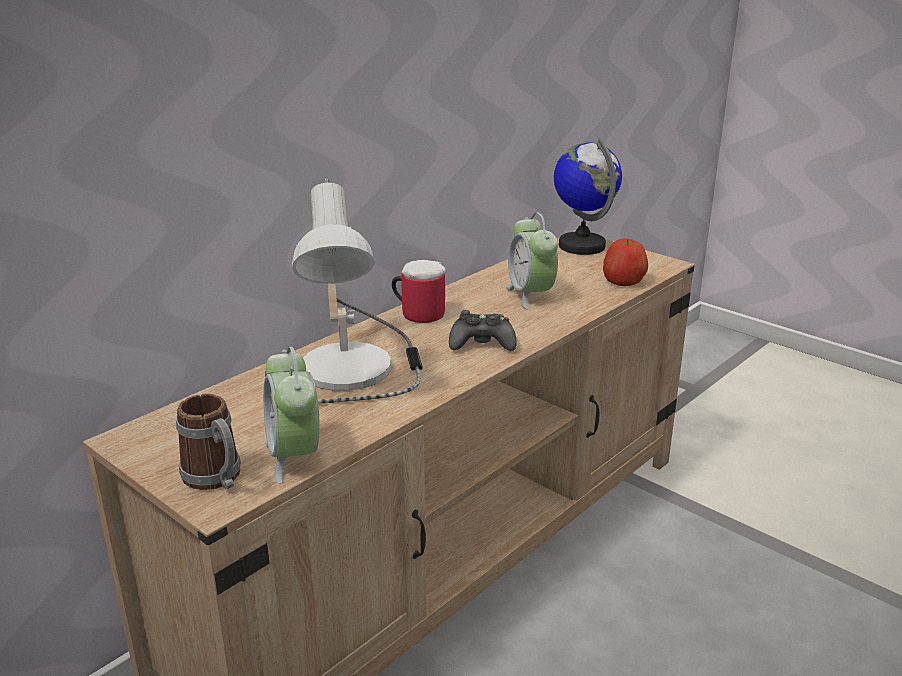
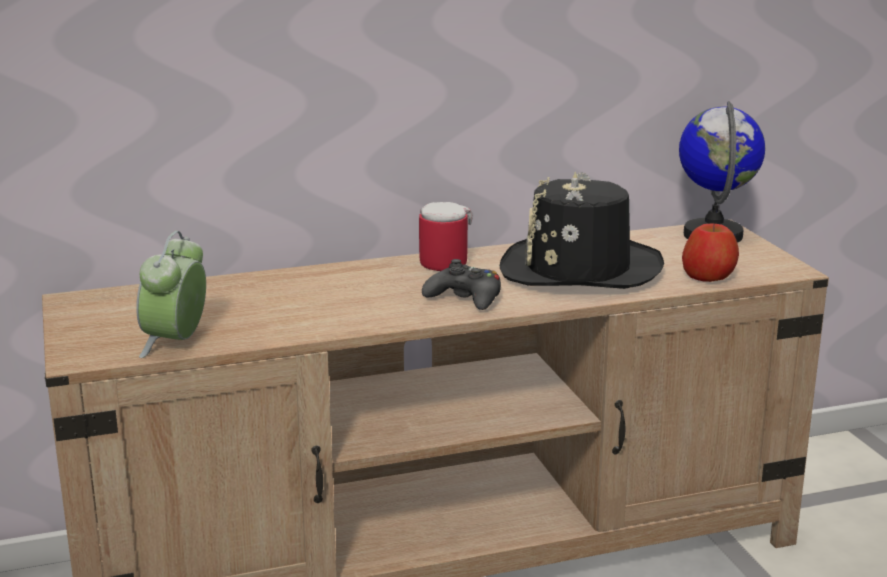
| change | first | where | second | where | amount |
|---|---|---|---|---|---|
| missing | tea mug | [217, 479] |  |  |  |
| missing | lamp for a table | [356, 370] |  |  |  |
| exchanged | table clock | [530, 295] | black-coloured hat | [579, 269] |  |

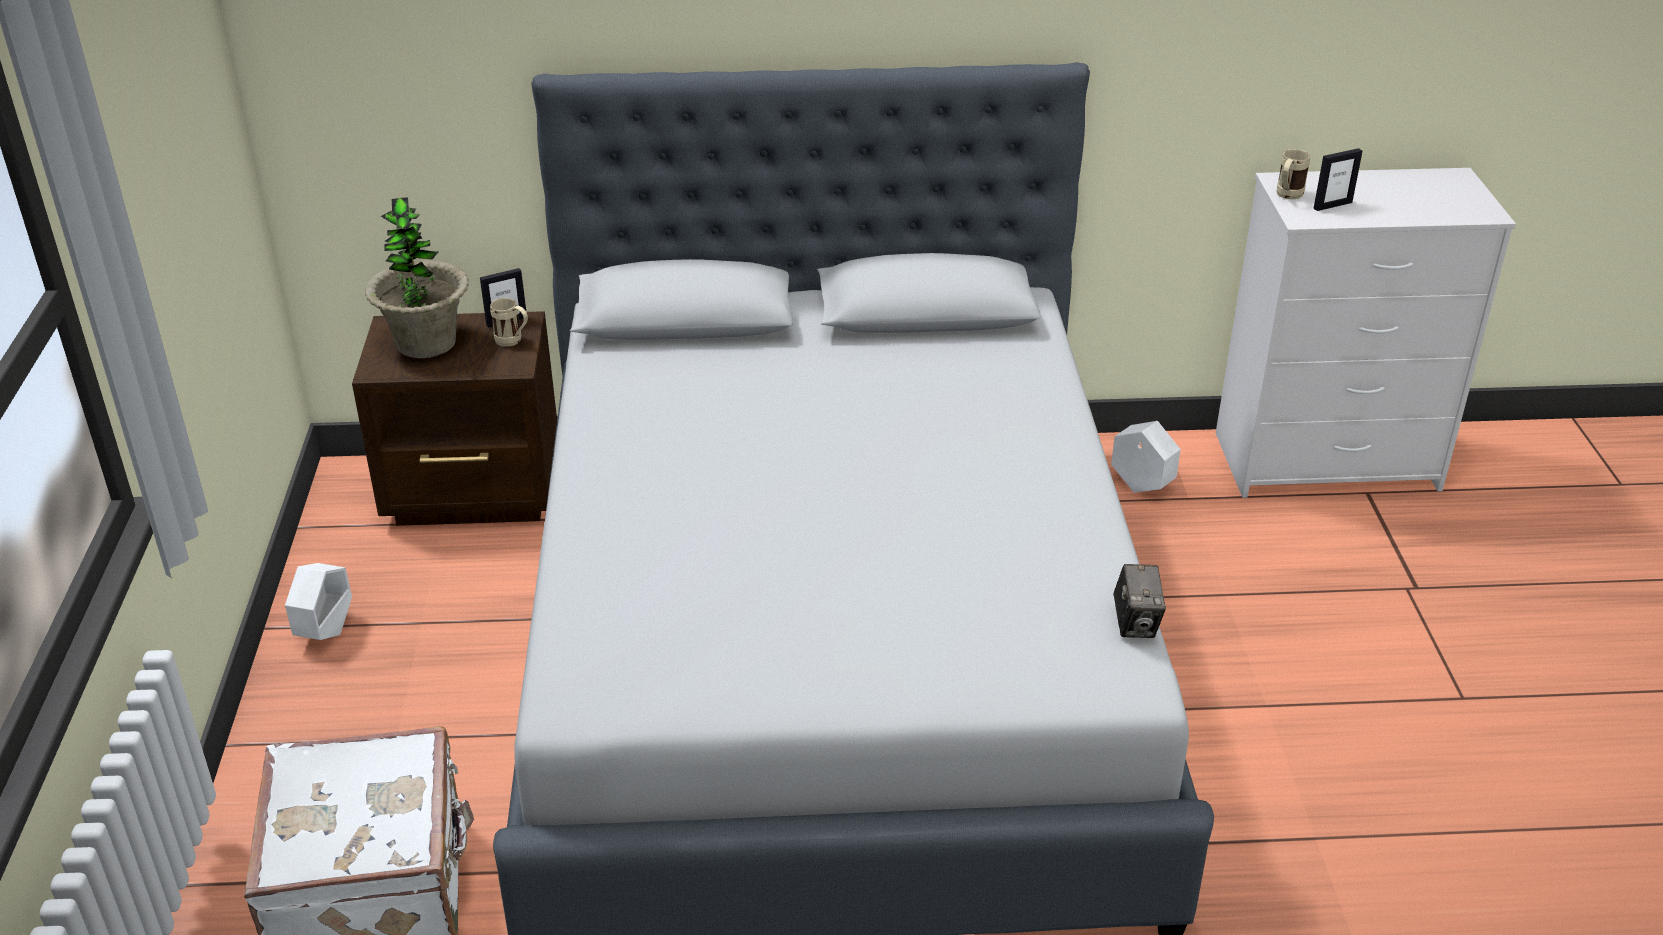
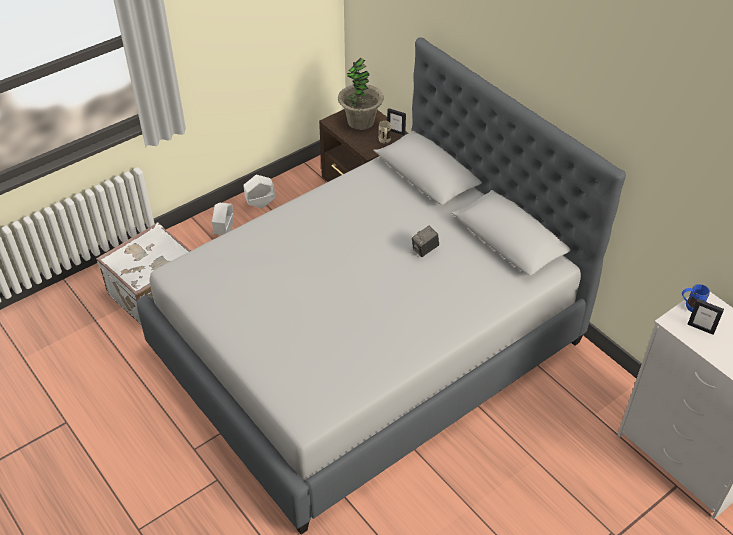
| change | first | where | second | where | amount |
|---|---|---|---|---|---|
| relocated | whitish planter | [1141, 486] |  | [225, 231] |  |
| relocated | still camera | [1136, 623] |  | [425, 250] |  |
| colour | sand-coloured tea mug | [1287, 196] | bluish tea mug | [690, 307] |  |

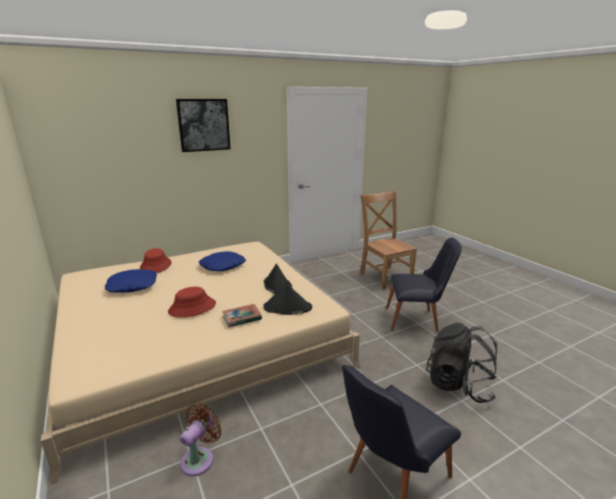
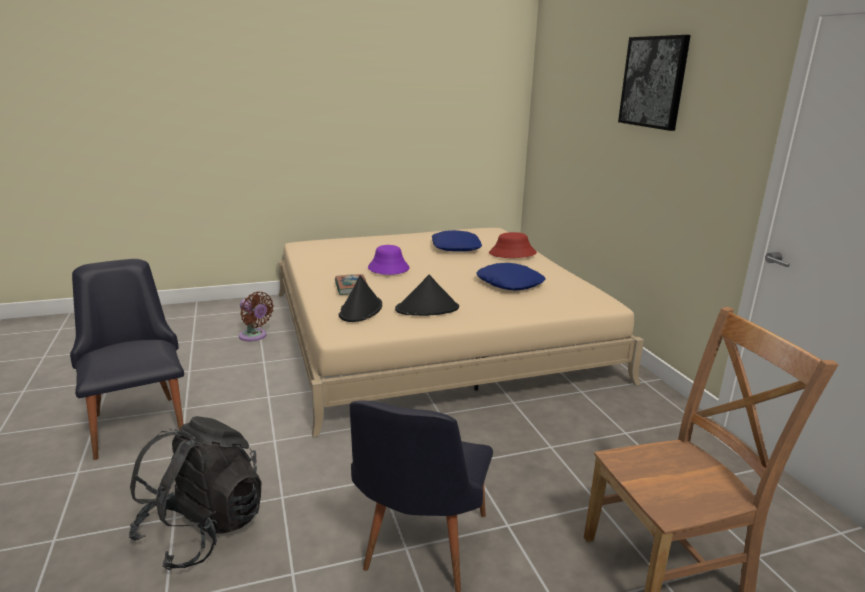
| change | first | where | second | where | amount |
|---|---|---|---|---|---|
| colour | reddish hat | [192, 308] | purplish hat | [388, 268] |  |

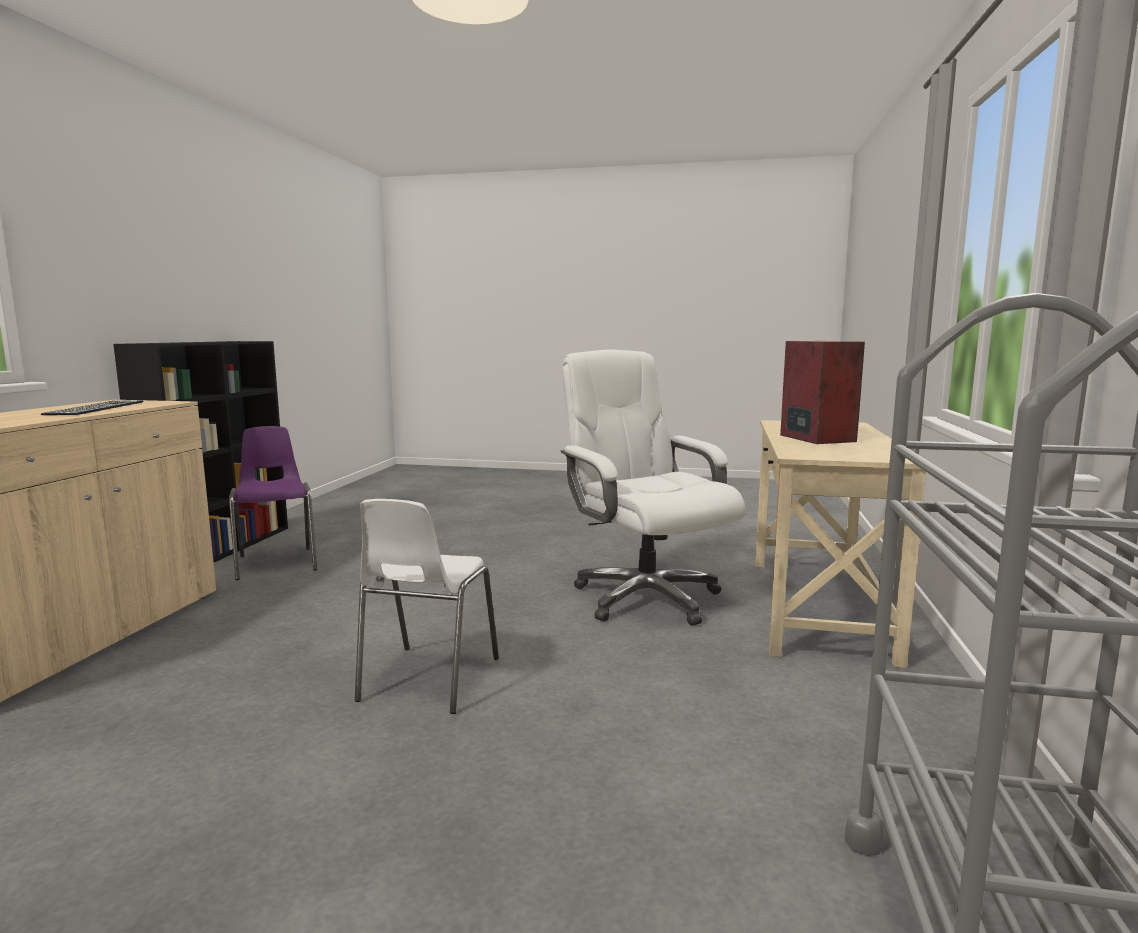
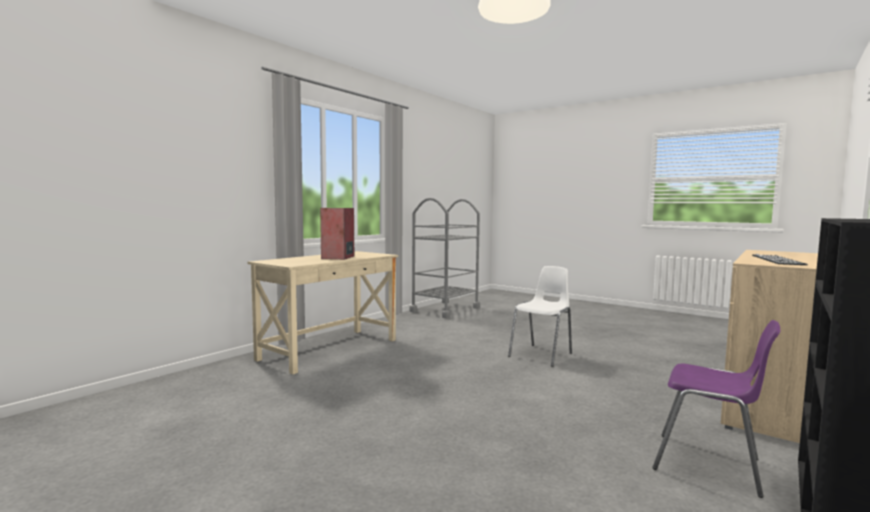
| change | first | where | second | where | amount |
|---|---|---|---|---|---|
| missing | whitish computer chair | [645, 597] |  |  |  |
| spun | purplish chair | [277, 562] |  | [709, 465] | 60 degrees counterclockwise |

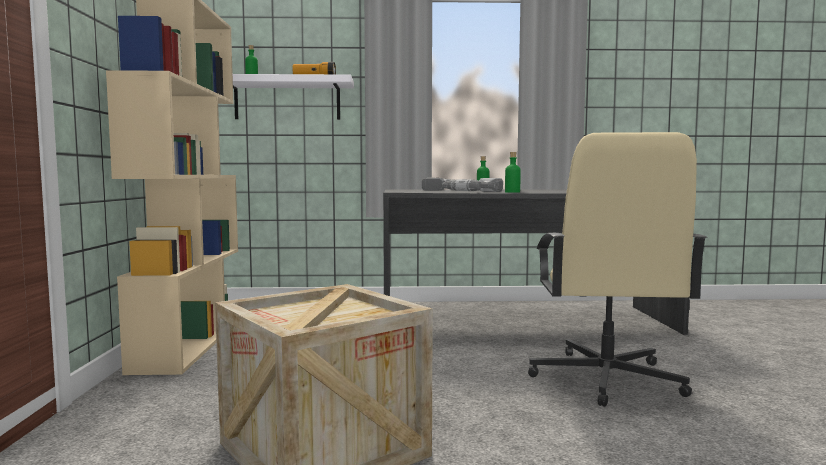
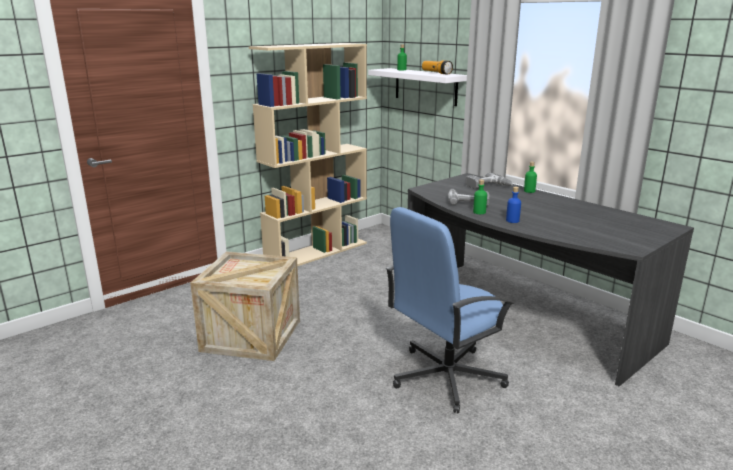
| change | first | where | second | where | amount |
|---|---|---|---|---|---|
| appeared |  |  | bluish bottle | [512, 220] |  |
| colour | sand-coloured computer chair | [606, 379] | bluish computer chair | [445, 377] |  |

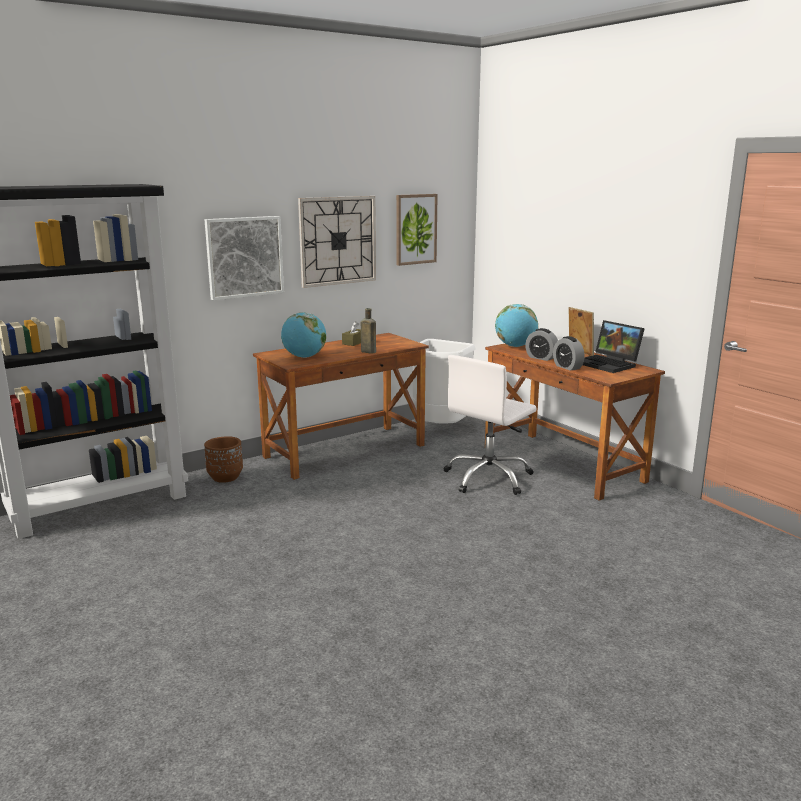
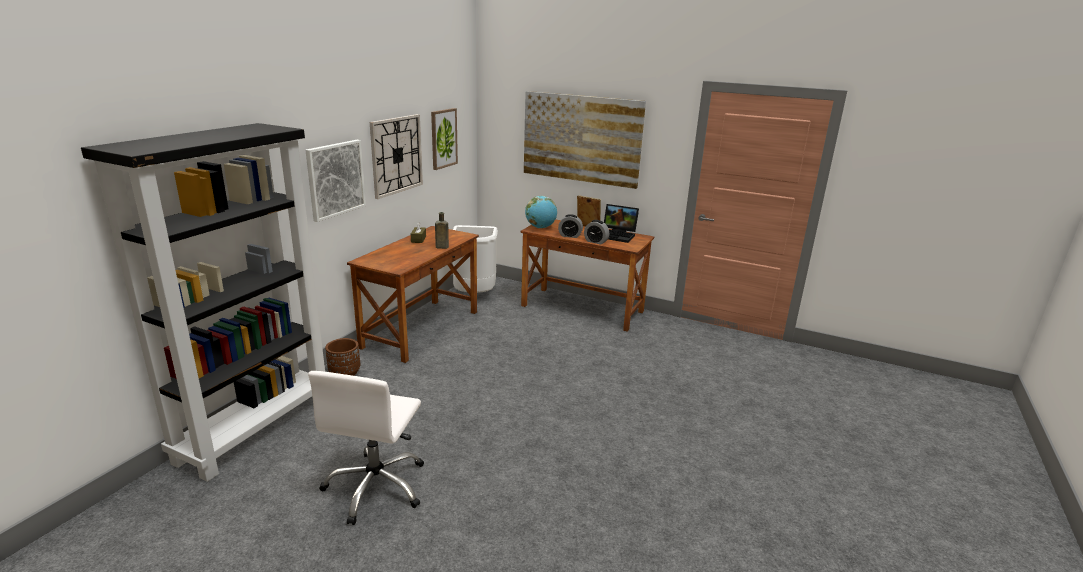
| change | first | where | second | where | amount |
|---|---|---|---|---|---|
| missing | world globe | [304, 357] |  |  |  |
| appeared |  |  | picture | [581, 138] |  |
| relocated | whitish computer chair | [488, 478] |  | [376, 487] |  |

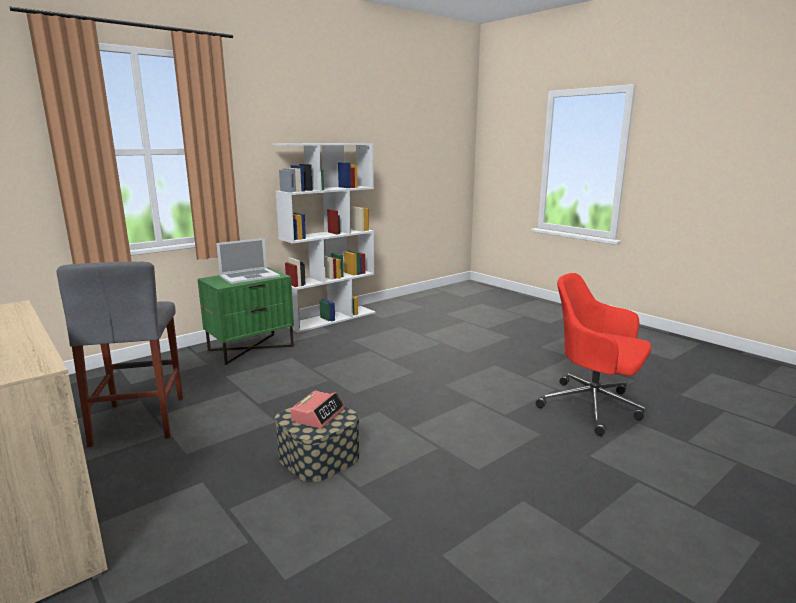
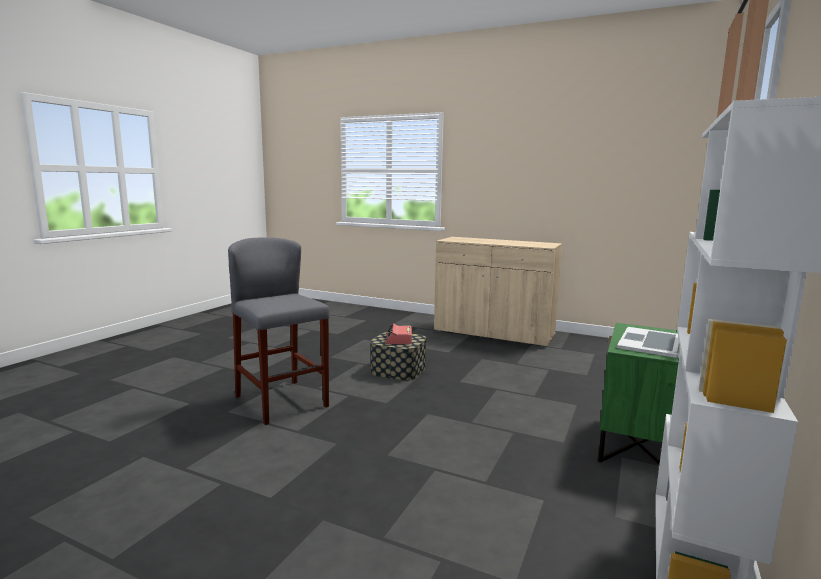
| change | first | where | second | where | amount |
|---|---|---|---|---|---|
| missing | reddish computer chair | [593, 407] |  |  |  |
| relocated | grey sitting stool | [139, 420] |  | [281, 401] |  |

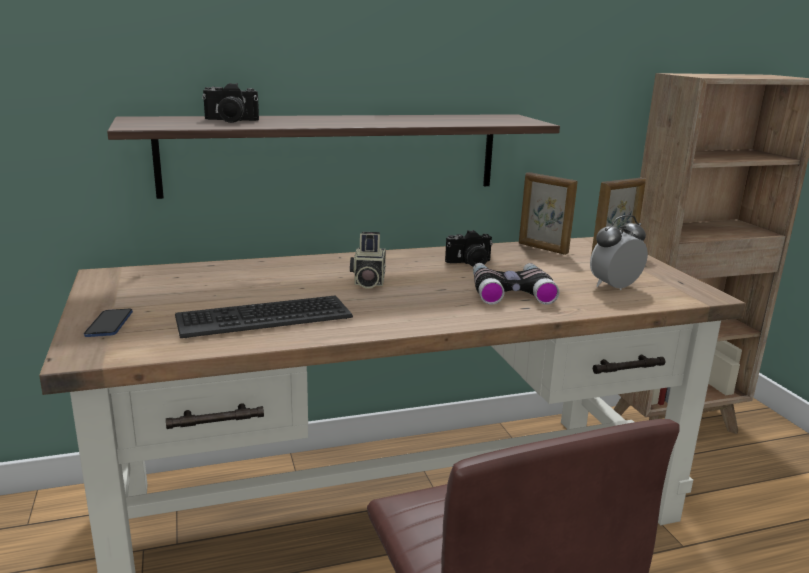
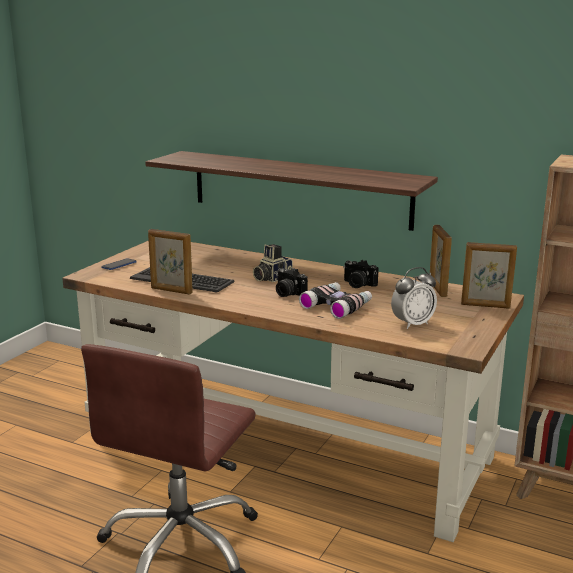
| change | first | where | second | where | amount |
|---|---|---|---|---|---|
| appeared |  |  | photo frame | [171, 290] |  |
| relocated | still camera | [230, 121] |  | [288, 293] |  |
| spun | table clock | [614, 287] |  | [412, 324] | 135 degrees clockwise |

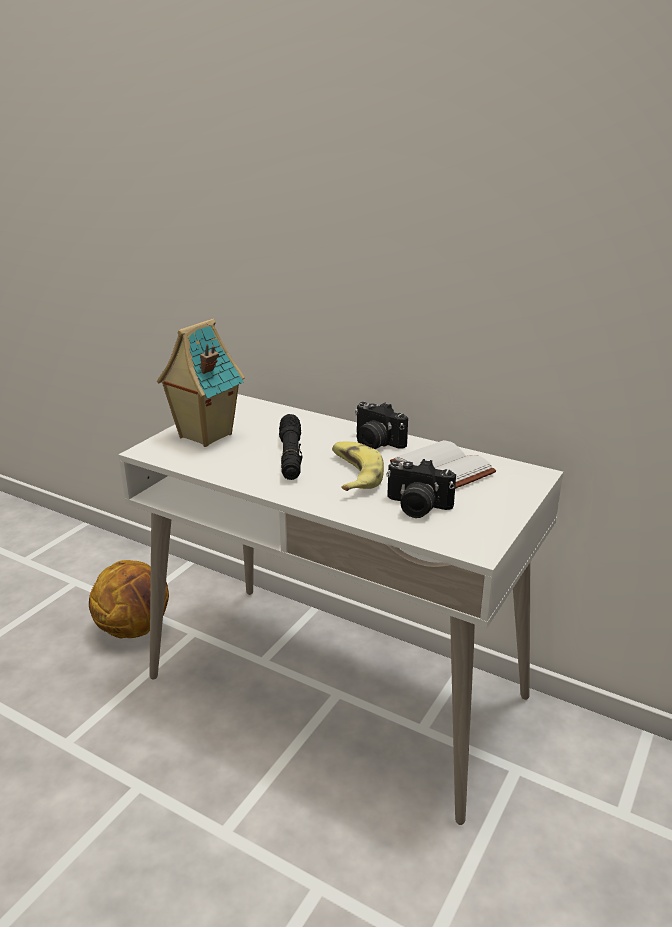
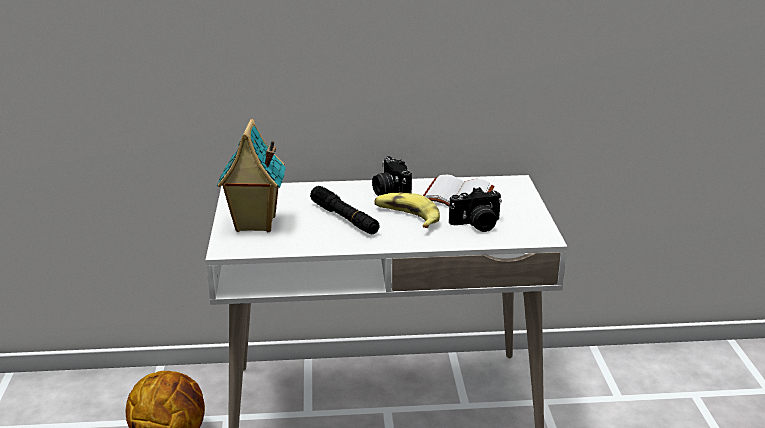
| change | first | where | second | where | amount |
|---|---|---|---|---|---|
| spun | still camera | [375, 443] |  | [390, 191] | 60 degrees clockwise |

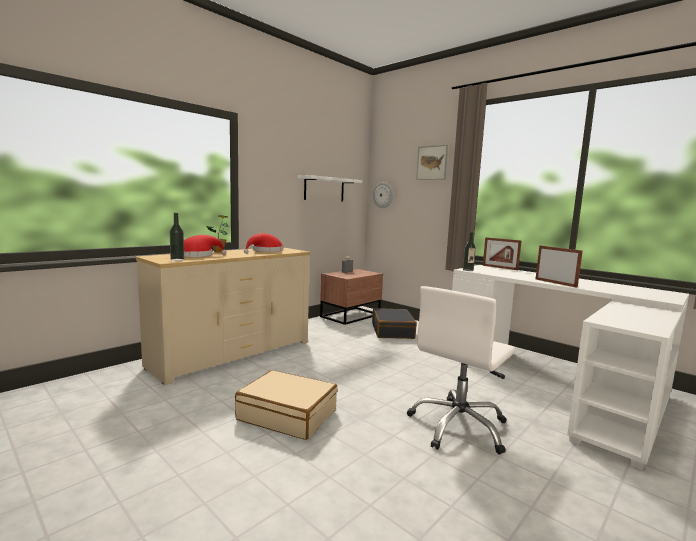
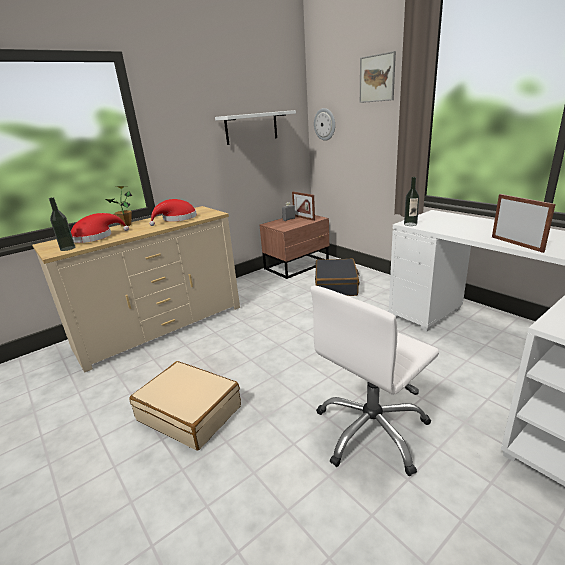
| change | first | where | second | where | amount |
|---|---|---|---|---|---|
| relocated | photo frame | [500, 267] |  | [303, 218] |  |

